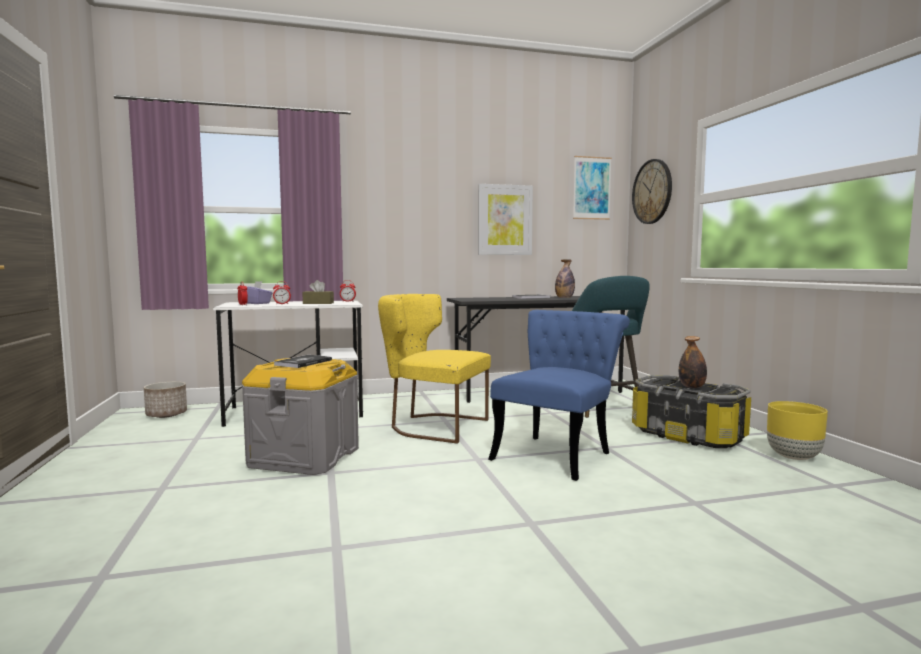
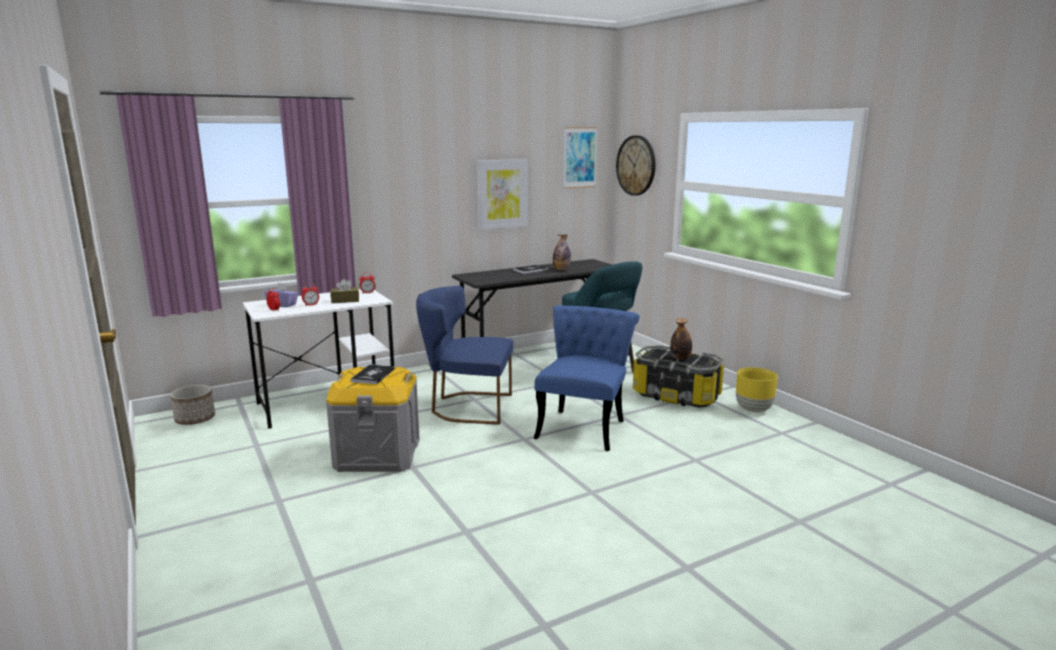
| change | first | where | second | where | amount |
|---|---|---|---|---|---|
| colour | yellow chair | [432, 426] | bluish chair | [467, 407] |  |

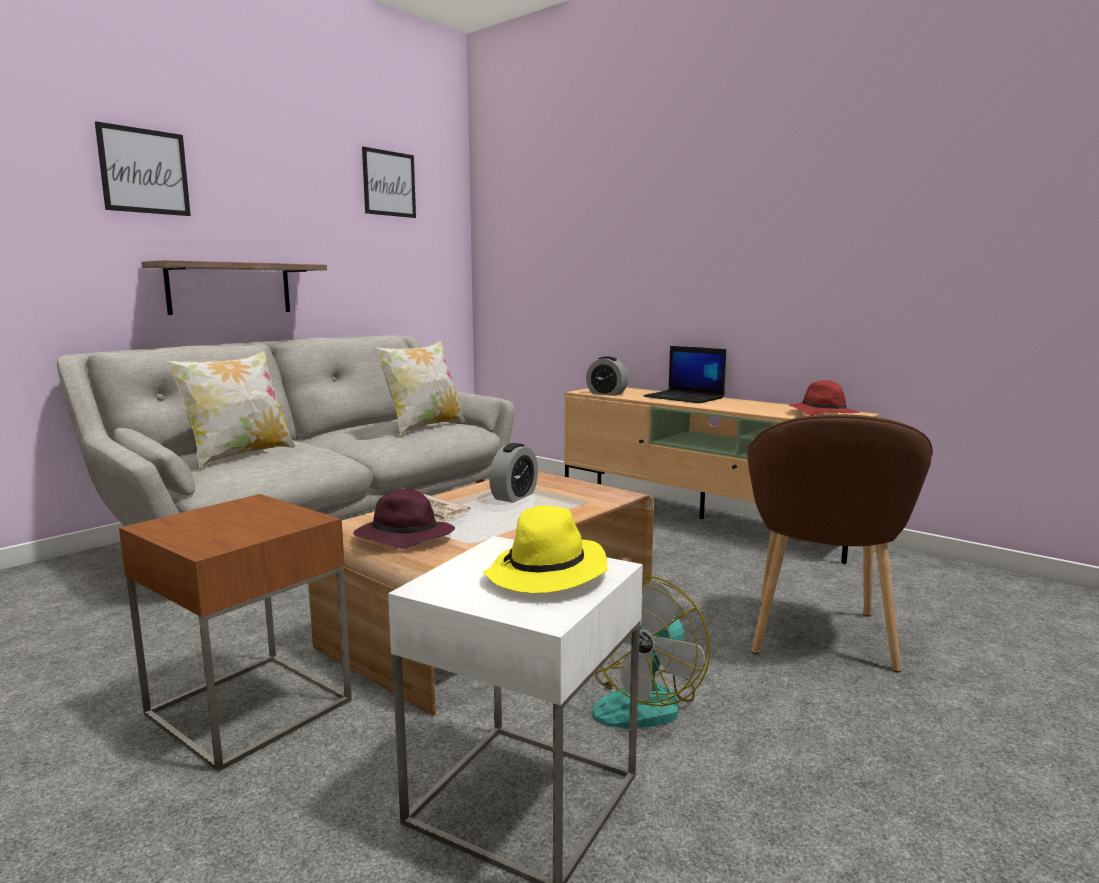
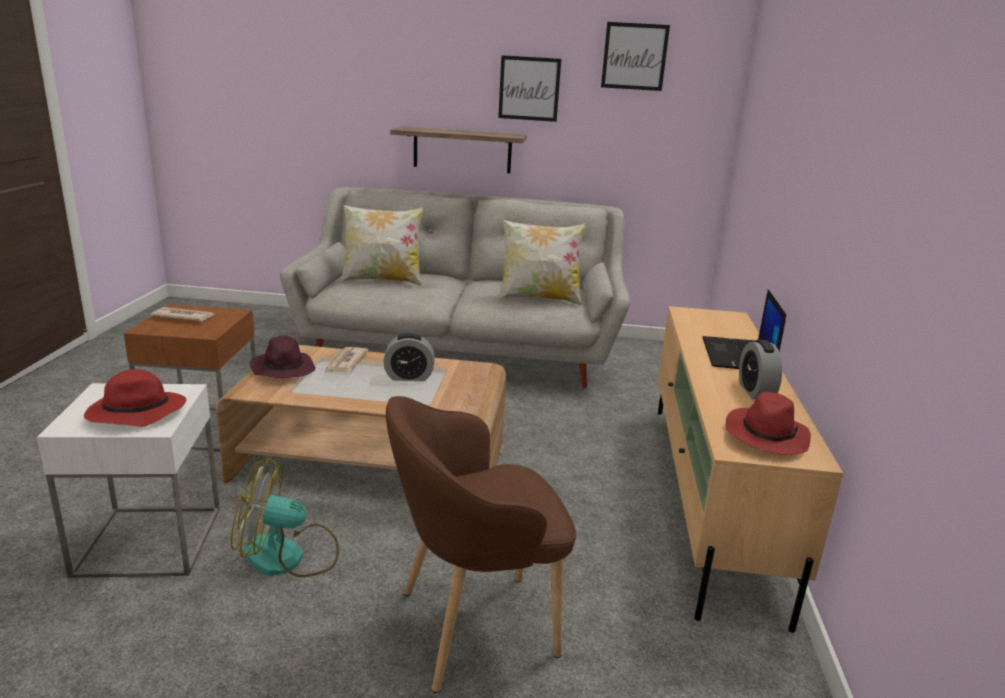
| change | first | where | second | where | amount |
|---|---|---|---|---|---|
| appeared |  |  | newspaper | [183, 317] |  |
| relocated | picture | [144, 171] |  | [529, 88] |  |
| relocated | table clock | [606, 393] |  | [755, 391] |  |
| colour | yellow hat | [547, 574] | reddish hat | [135, 413] |  |

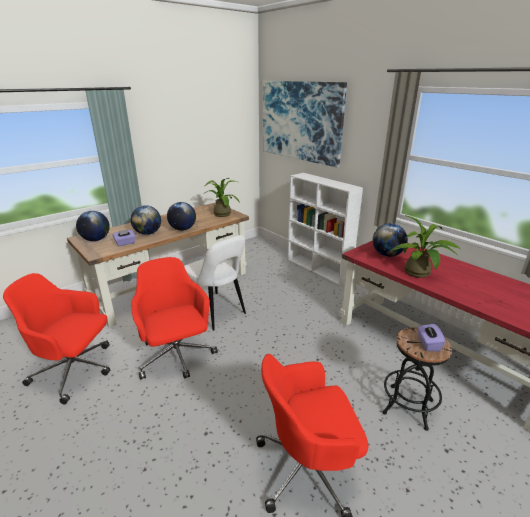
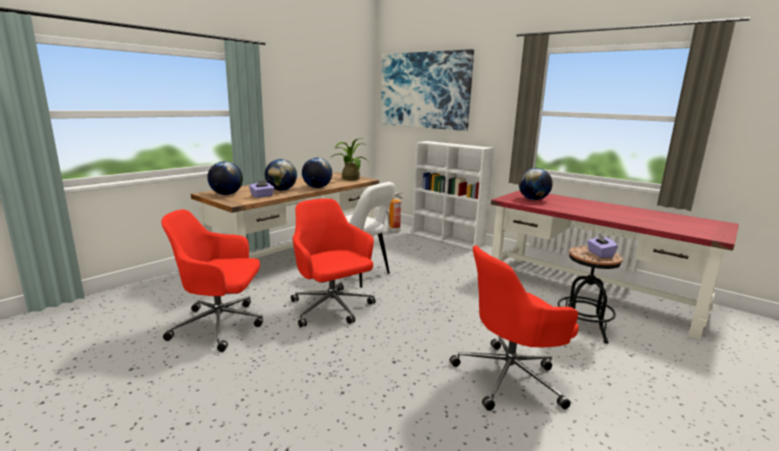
| change | first | where | second | where | amount |
|---|---|---|---|---|---|
| missing | plant in a pot | [419, 274] |  |  |  |
| appeared |  |  | fire-fighting cylinder | [393, 231] |  |

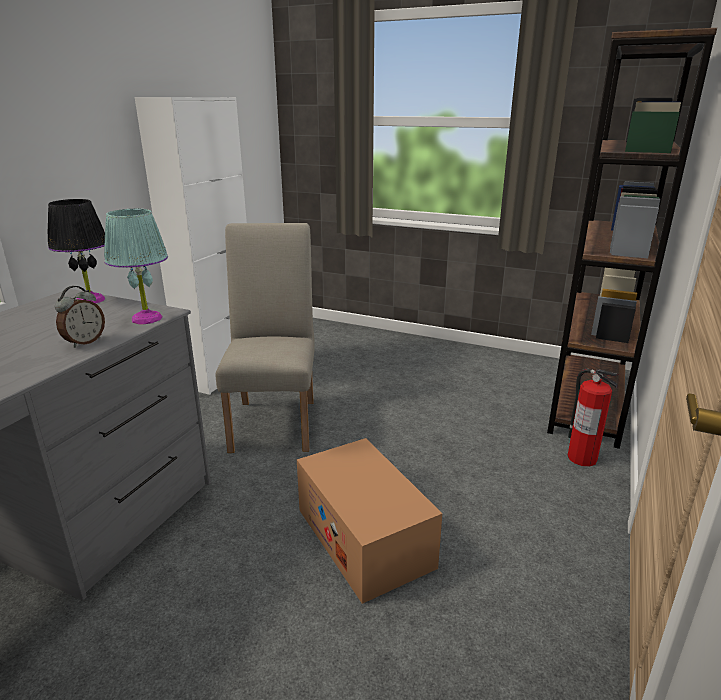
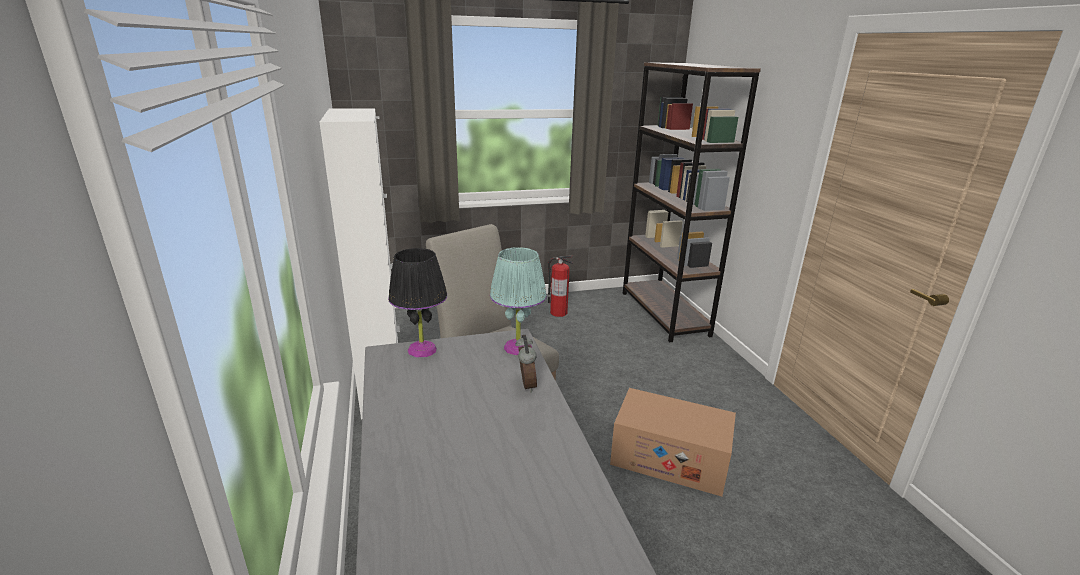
| change | first | where | second | where | amount |
|---|---|---|---|---|---|
| relocated | fire-fighting cylinder | [581, 457] |  | [558, 312] |  |

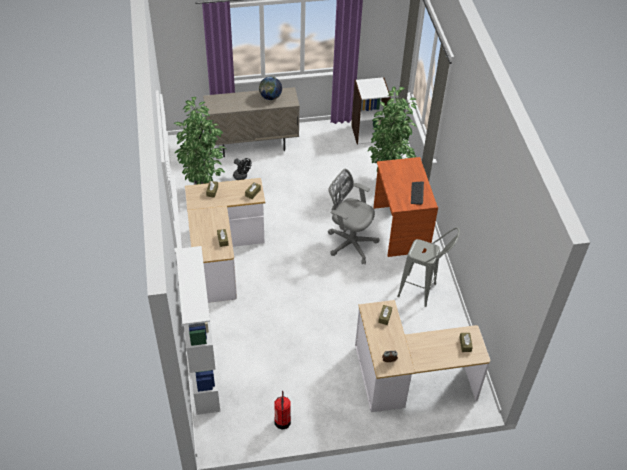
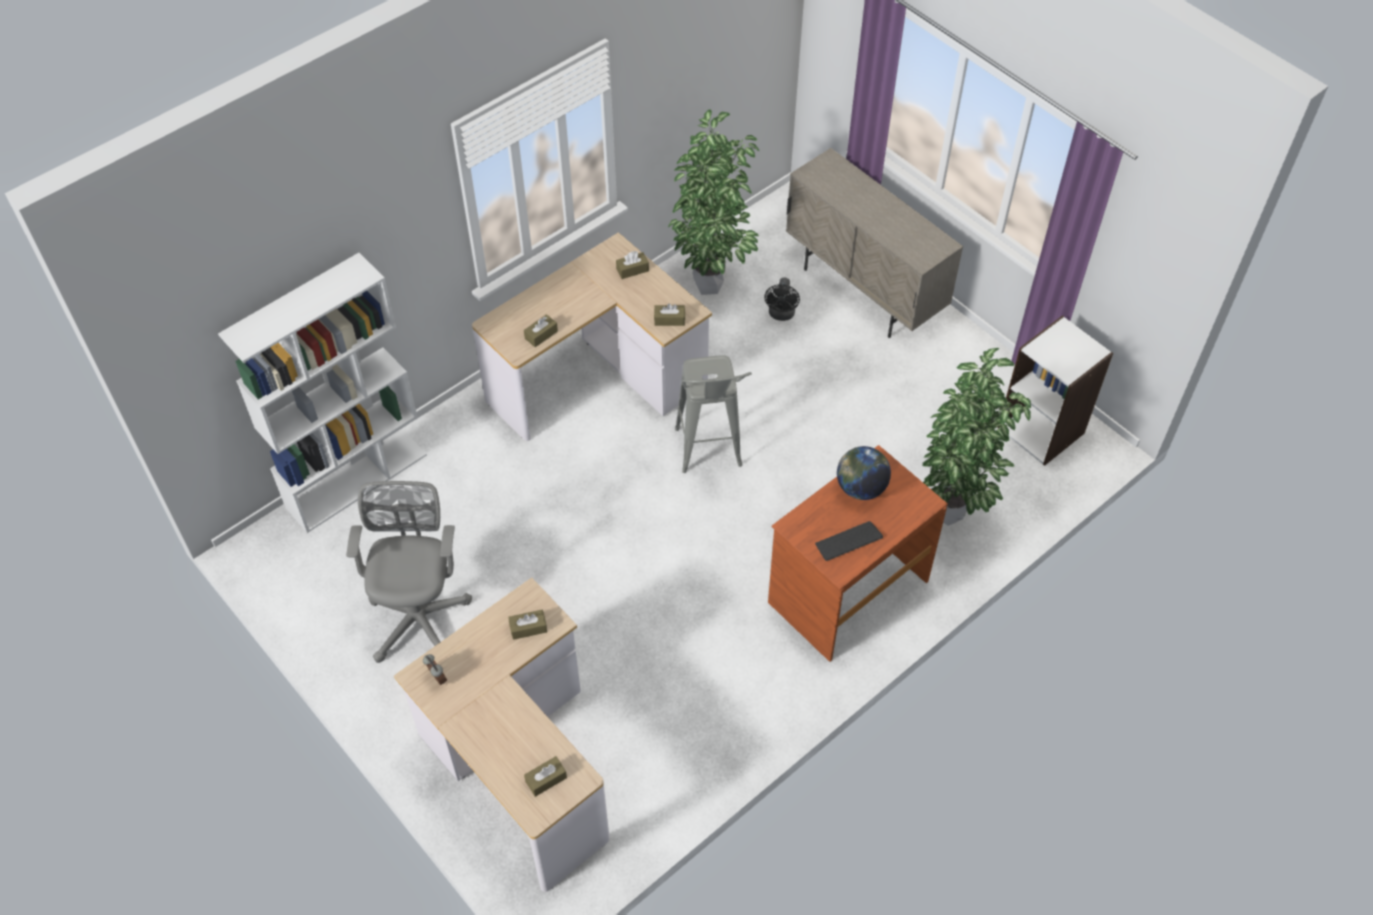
| change | first | where | second | where | amount |
|---|---|---|---|---|---|
| missing | fire-fighting cylinder | [282, 421] |  |  |  |
| relocated | world globe | [270, 97] |  | [861, 488] |  |
| relocated | grey computer chair | [350, 242] |  | [419, 613] |  |
| relocated | grey sitting stool | [423, 292] |  | [710, 457] |  |

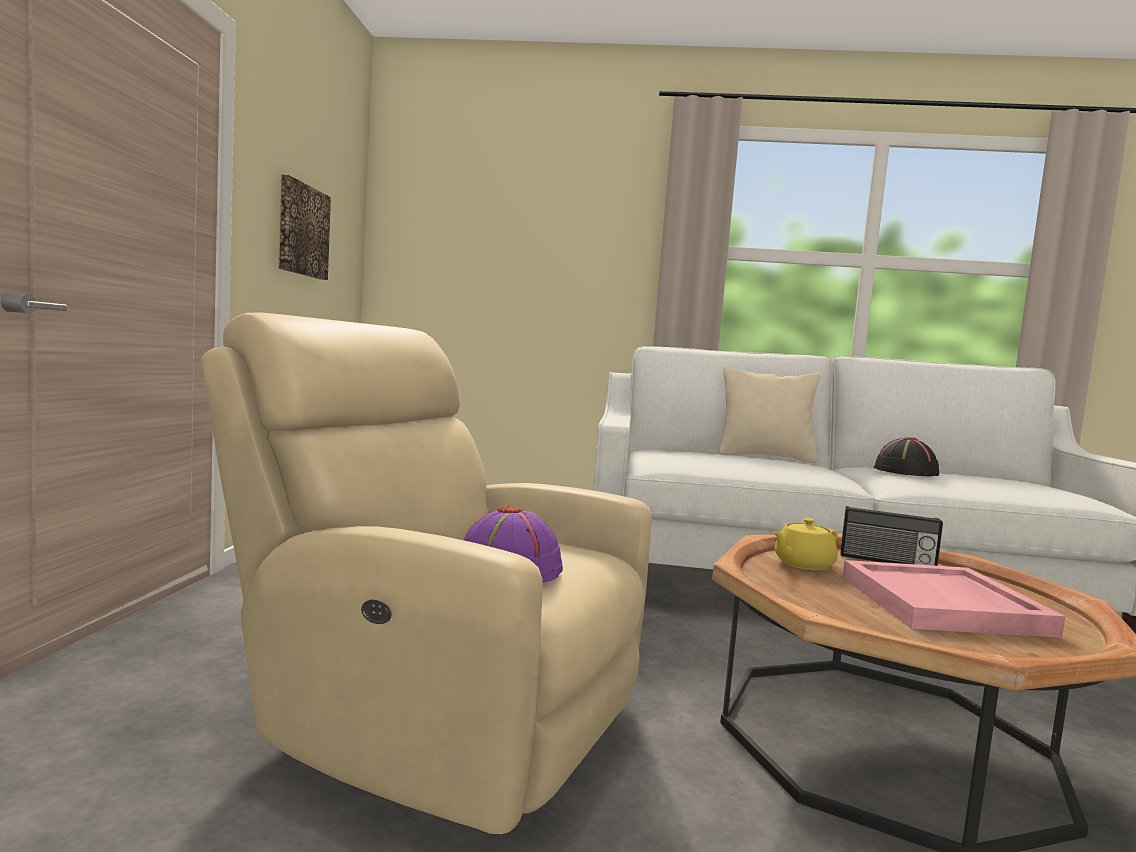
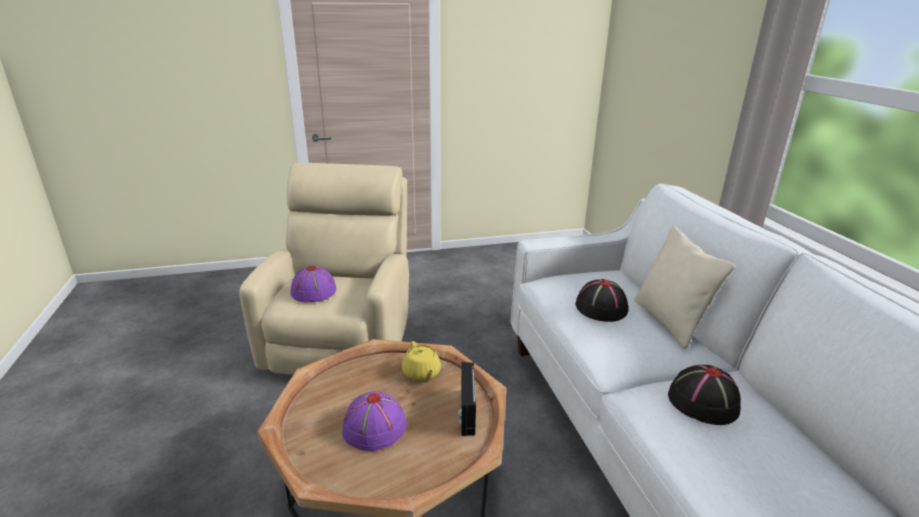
| change | first | where | second | where | amount |
|---|---|---|---|---|---|
| missing | picture | [302, 230] |  |  |  |
| appeared |  |  | black-coloured hat | [600, 307] |  |
| exchanged | pink carrying tray | [943, 605] | purplish hat | [374, 428] |  |
| spun | yellow tea pot | [802, 564] |  | [421, 373] | 150 degrees counterclockwise |

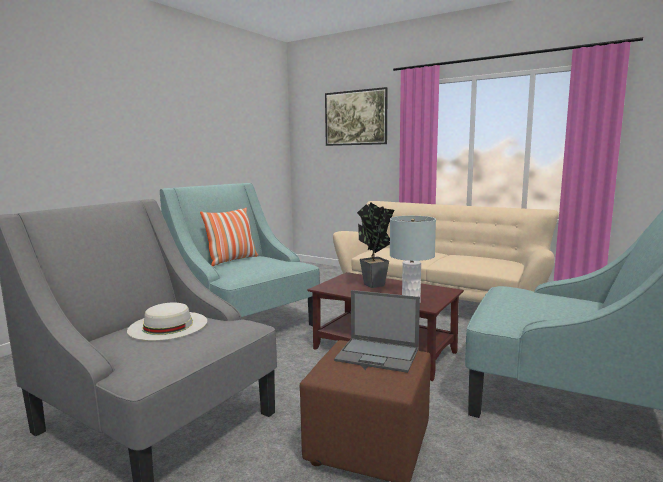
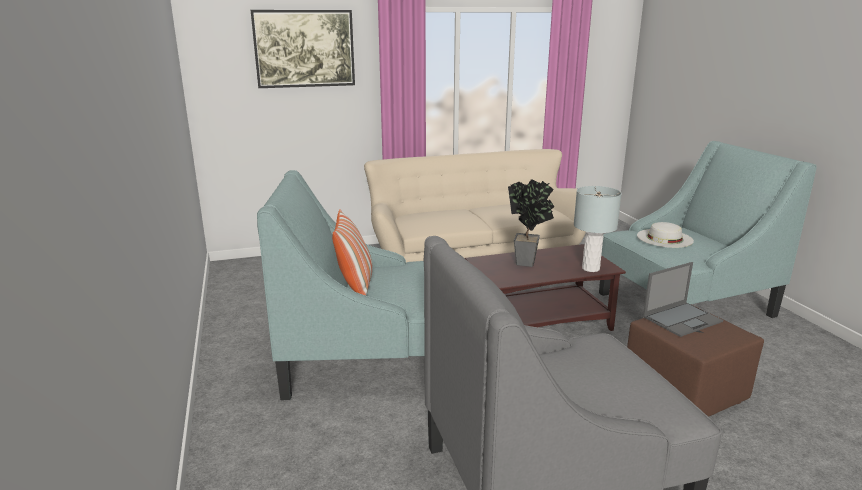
| change | first | where | second | where | amount |
|---|---|---|---|---|---|
| relocated | whitish hat | [168, 325] |  | [664, 238] |  |

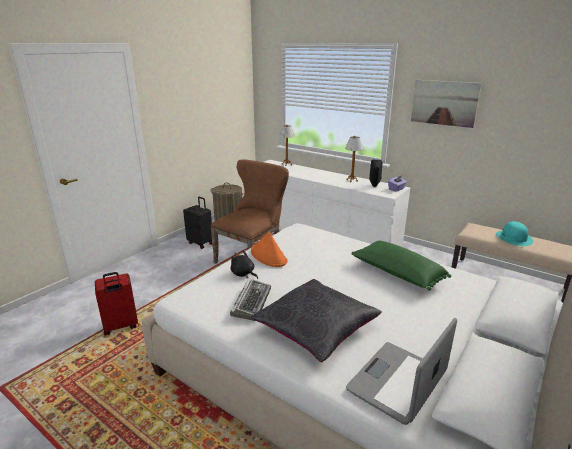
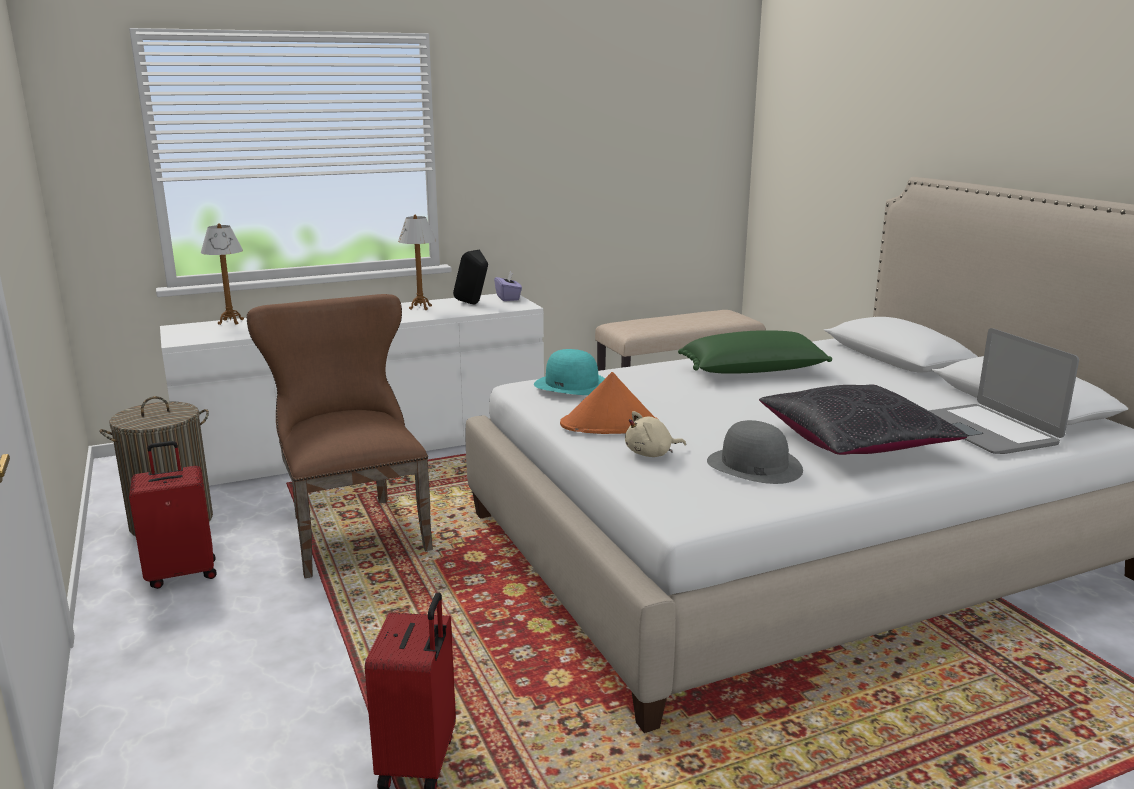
| change | first | where | second | where | amount |
|---|---|---|---|---|---|
| missing | picture | [444, 103] |  |  |  |
| relocated | blue-green hat | [514, 238] |  | [572, 385] |  |
| exchanged | keyboard | [251, 303] | grey hat | [753, 465] |  |
| colour | black-coloured suitcase | [201, 243] | reddish suitcase | [182, 573] |  |
| colour | black-coloured cuddly toy | [243, 274] | sand-coloured cuddly toy | [651, 454] |  |

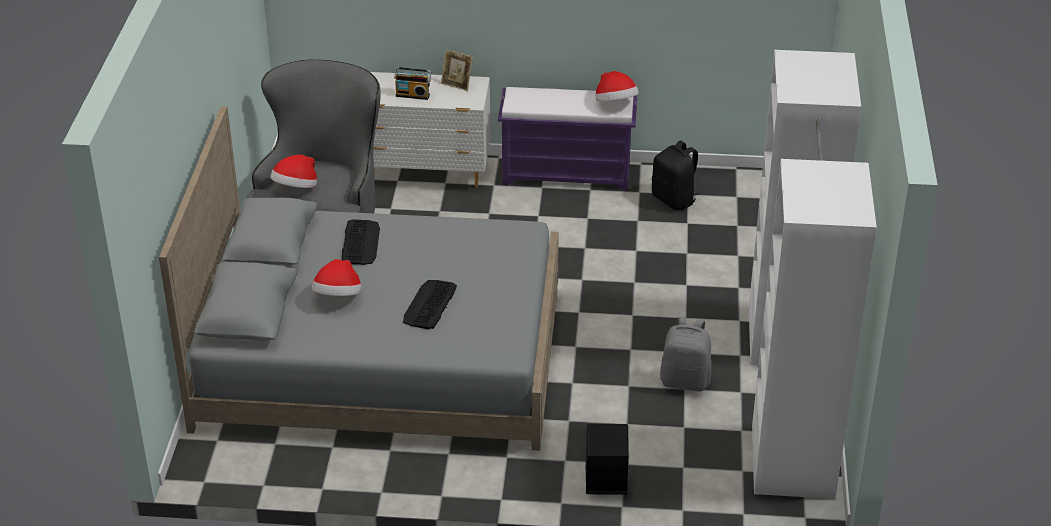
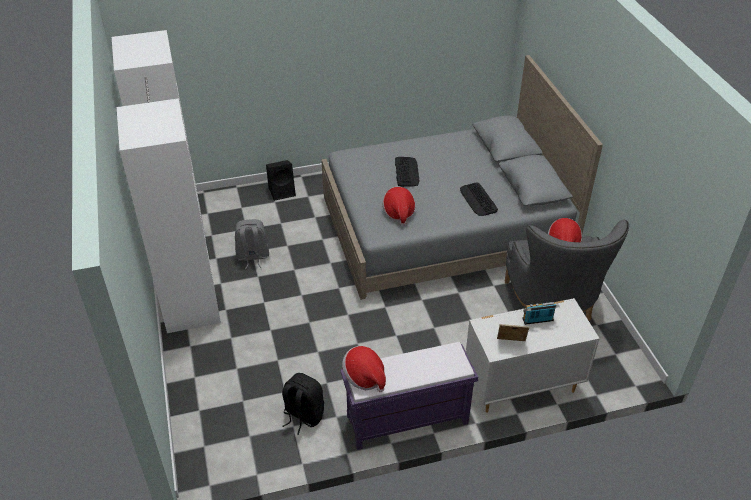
| change | first | where | second | where | amount |
|---|---|---|---|---|---|
| relocated | hat | [338, 297] |  | [398, 213] |  |

